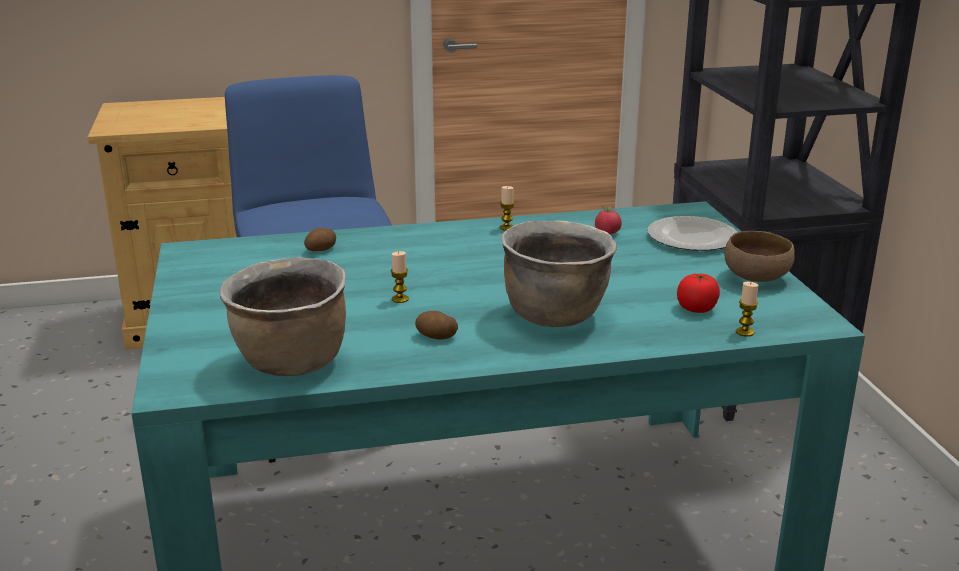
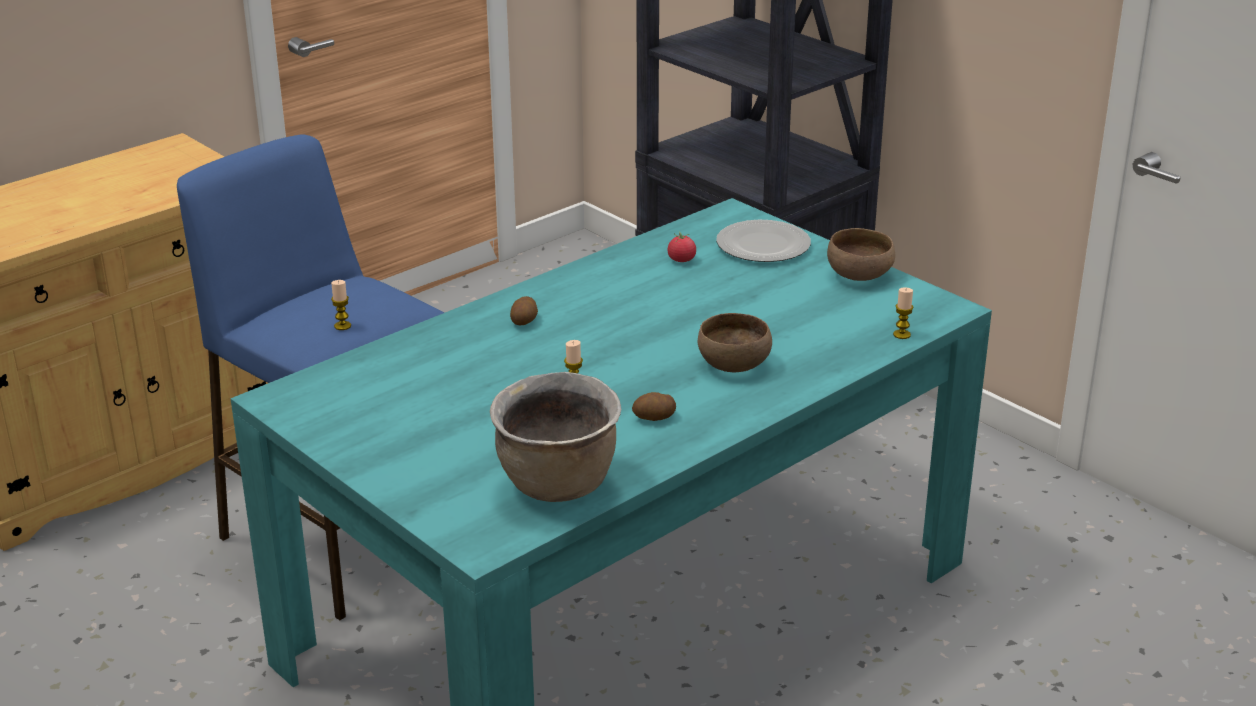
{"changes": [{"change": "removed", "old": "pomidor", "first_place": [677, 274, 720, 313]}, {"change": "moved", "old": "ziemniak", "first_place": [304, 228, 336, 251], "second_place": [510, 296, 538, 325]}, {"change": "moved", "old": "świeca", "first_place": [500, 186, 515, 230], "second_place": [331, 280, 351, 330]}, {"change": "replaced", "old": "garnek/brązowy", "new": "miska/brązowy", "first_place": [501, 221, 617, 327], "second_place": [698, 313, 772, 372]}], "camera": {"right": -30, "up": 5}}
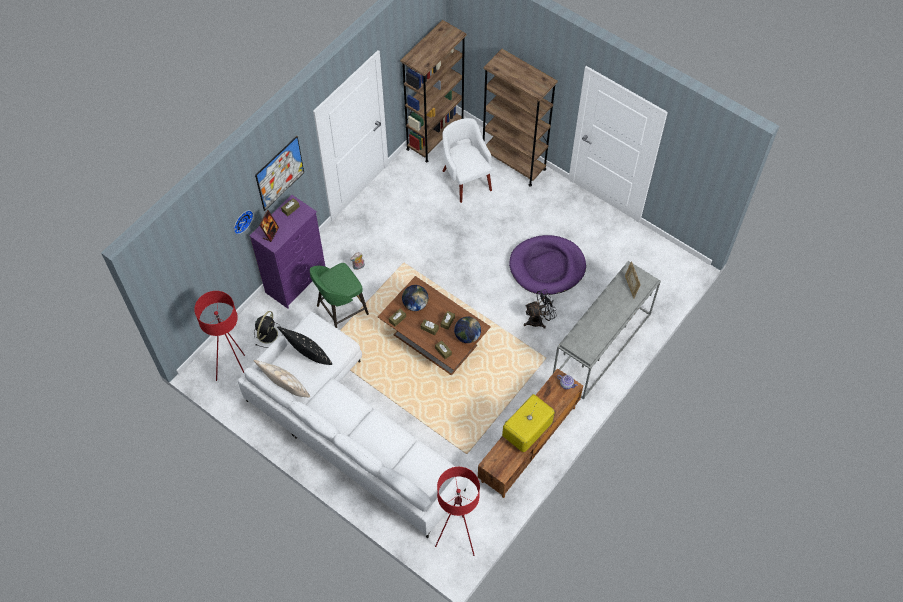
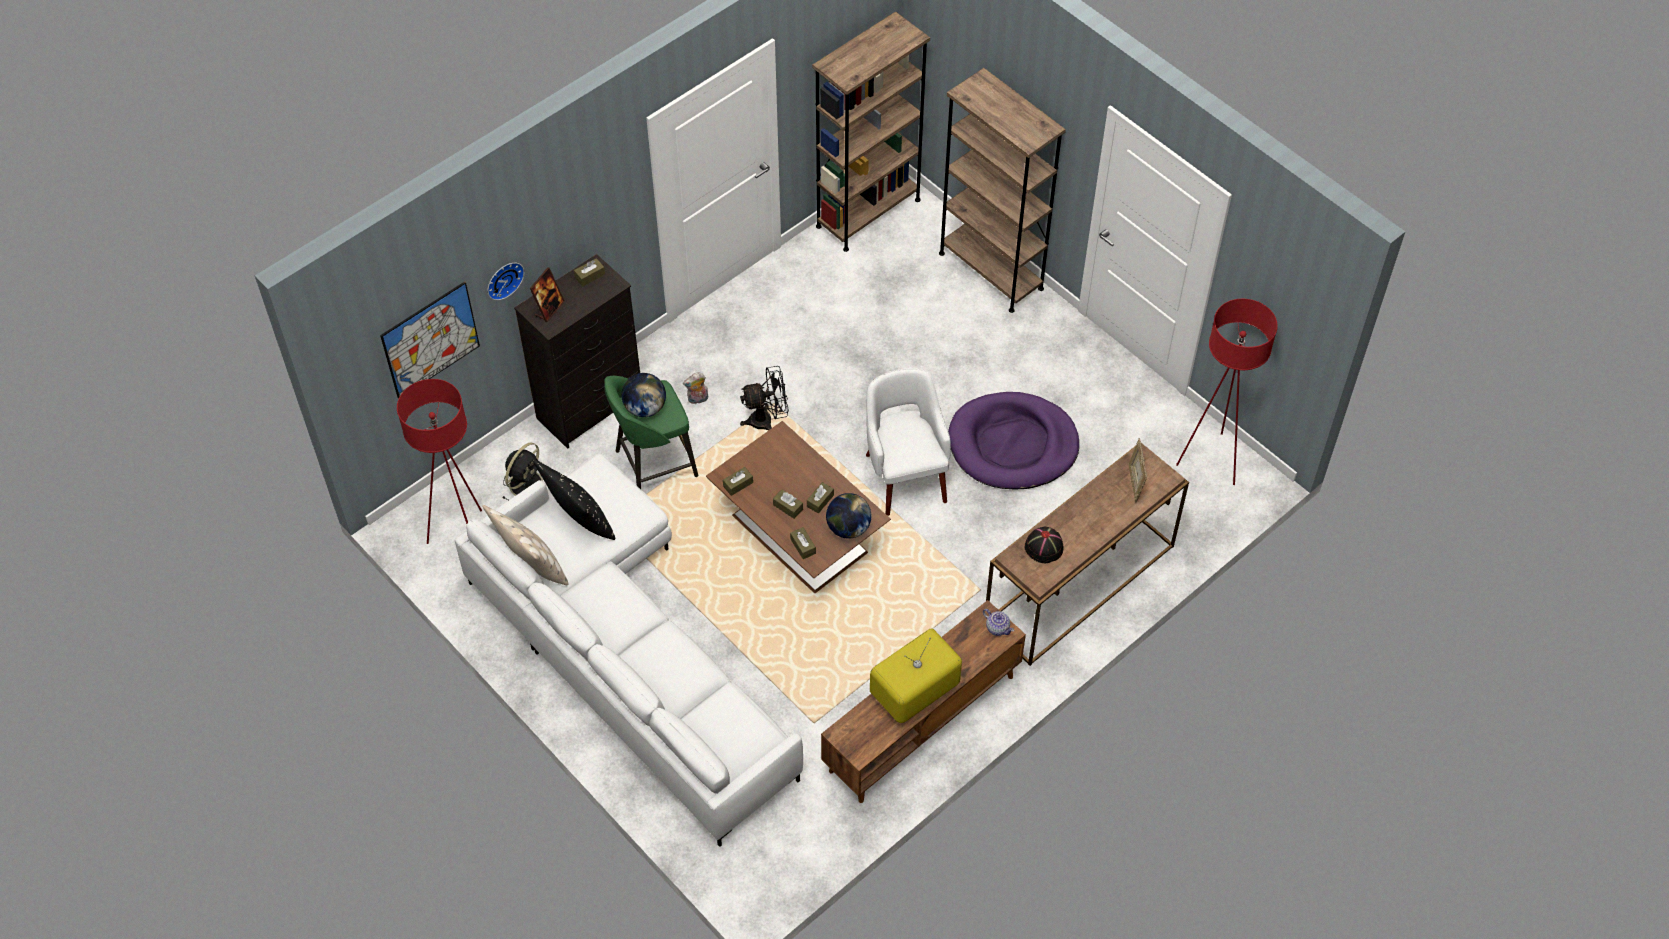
{"changes": [{"change": "added", "new": "kapelusz/czarny", "second_place": [1025, 527, 1064, 563]}, {"change": "moved", "old": "obraz", "first_place": [255, 136, 304, 211], "second_place": [380, 281, 480, 399]}, {"change": "moved", "old": "globus", "first_place": [402, 285, 428, 311], "second_place": [621, 373, 666, 417]}, {"change": "moved", "old": "lampa stojąca/czerwony", "first_place": [435, 467, 480, 556], "second_place": [1176, 299, 1278, 485]}, {"change": "moved", "old": "fotel/biały", "first_place": [442, 118, 492, 203], "second_place": [866, 368, 951, 516]}, {"change": "moved", "old": "wentylator/czarny", "first_place": [524, 289, 557, 329], "second_place": [740, 366, 789, 431]}, {"change": "recoloured", "old": "komoda/fioletowy", "new": "komoda/czarny", "first_place": [250, 195, 325, 309], "second_place": [514, 254, 640, 449]}, {"change": "recoloured", "old": "stolik konsolowy/szary", "new": "stolik konsolowy/brązowy", "first_place": [553, 261, 661, 400], "second_place": [986, 443, 1189, 666]}], "camera": {"right": 10, "up": -5}}
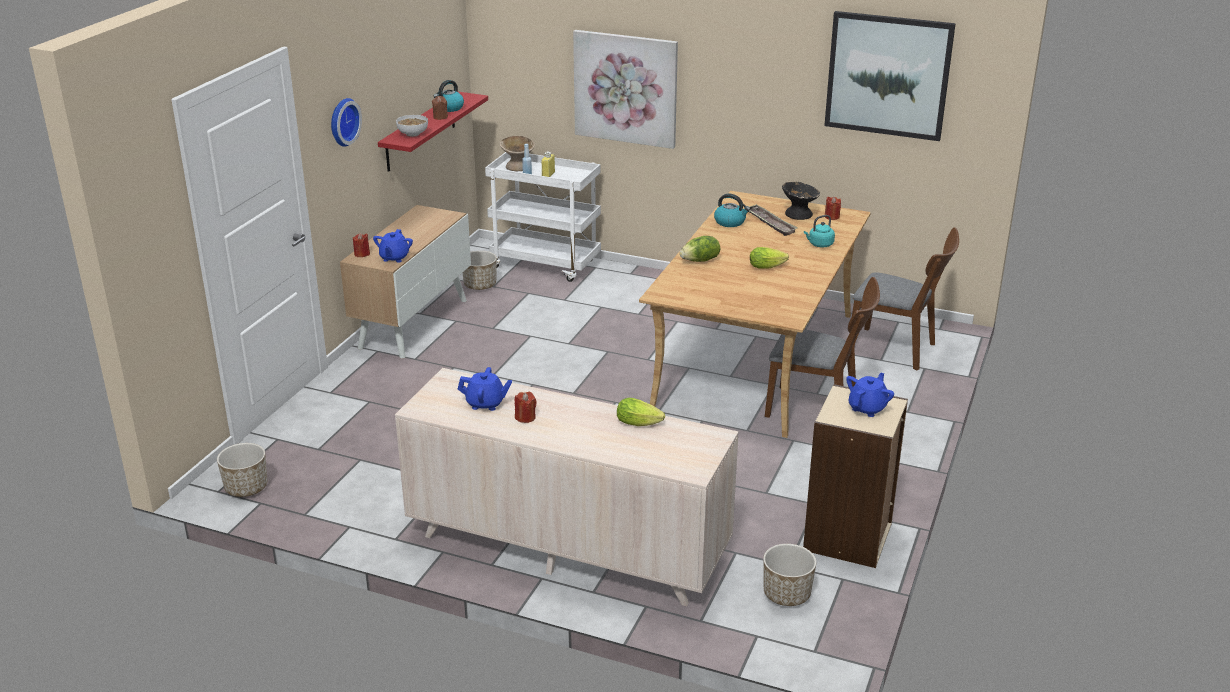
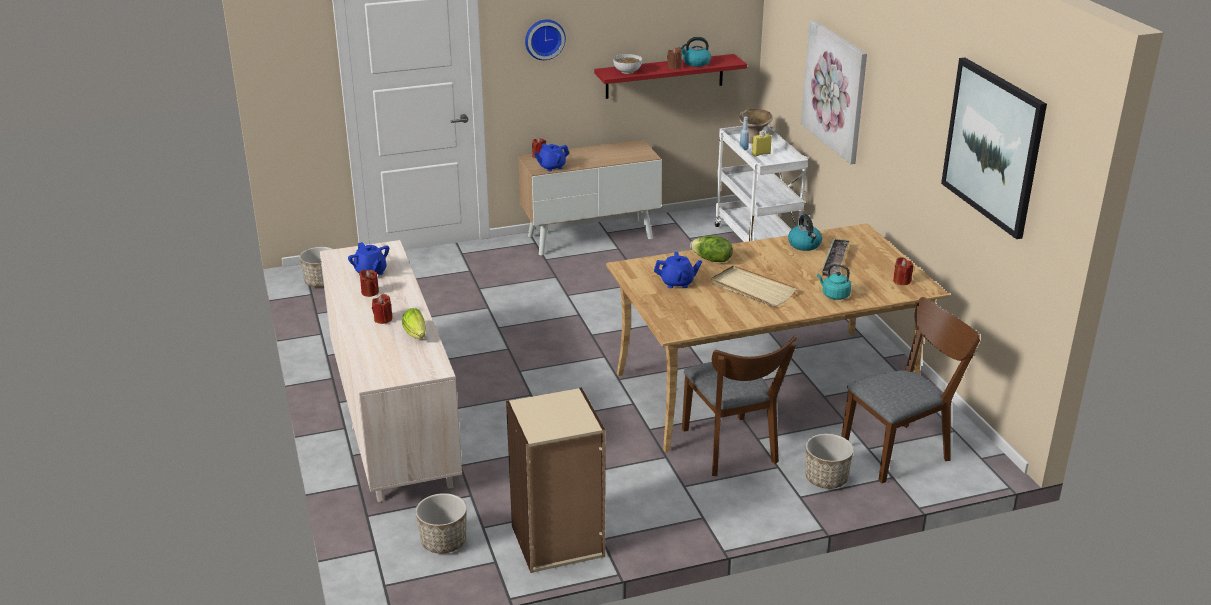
{"changes": [{"change": "removed", "old": "miska/czarny", "first_place": [782, 182, 820, 220]}, {"change": "added", "new": "świeca/czerwony", "second_place": [372, 294, 392, 324]}, {"change": "moved", "old": "donica", "first_place": [463, 251, 497, 290], "second_place": [805, 434, 854, 489]}, {"change": "moved", "old": "imbryk/niebieski", "first_place": [846, 373, 894, 417], "second_place": [654, 252, 702, 288]}, {"change": "replaced", "old": "sałata", "new": "taca/beżowy", "first_place": [750, 247, 789, 269], "second_place": [710, 265, 797, 307]}, {"change": "turned", "old": "krzesło/brązowy", "first_place": [852, 227, 959, 371], "second_place": [841, 297, 980, 483], "degrees": -105}], "camera": {"right": 50, "up": 0}}
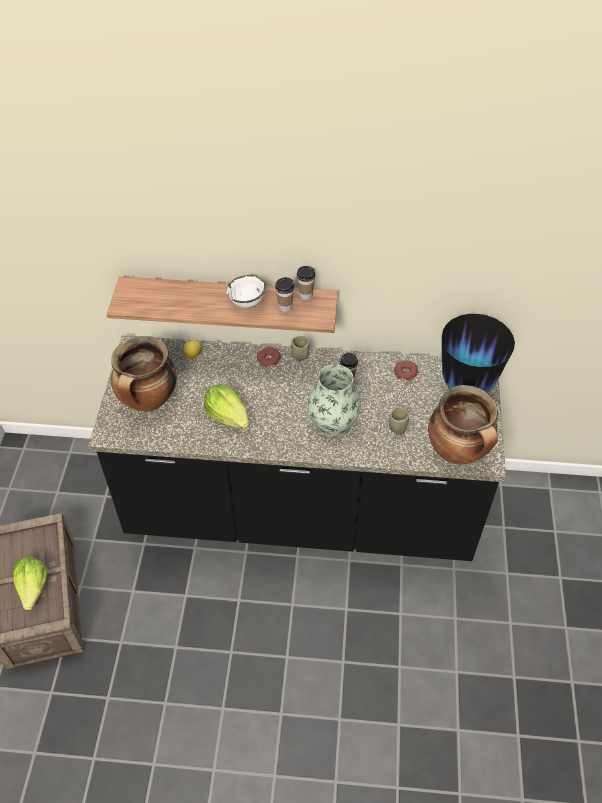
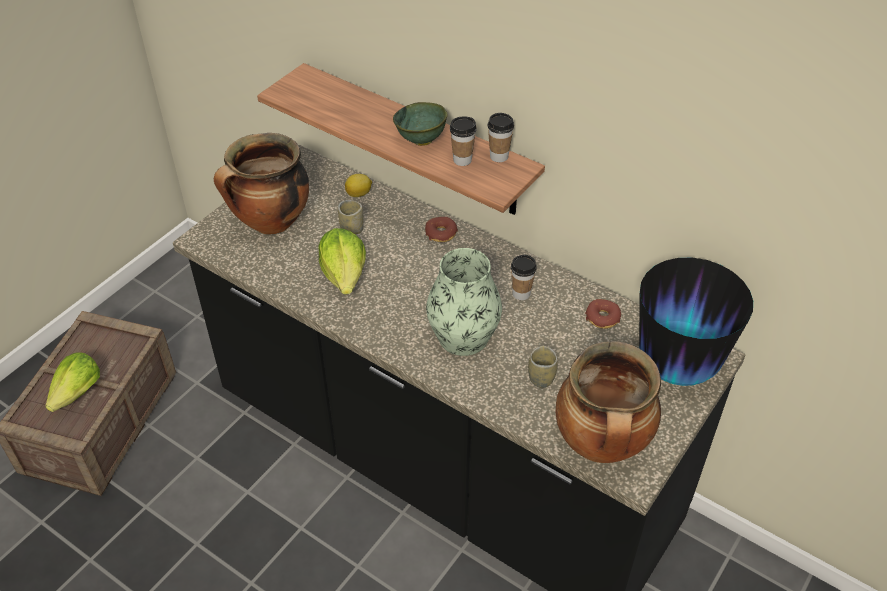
{"changes": [{"change": "moved", "old": "filiżanka", "first_place": [291, 336, 310, 361], "second_place": [338, 200, 364, 235]}, {"change": "recoloured", "old": "miska/biały", "new": "miska/zielony", "first_place": [226, 275, 266, 308], "second_place": [393, 102, 447, 146]}], "camera": {"right": 30, "up": -5}}
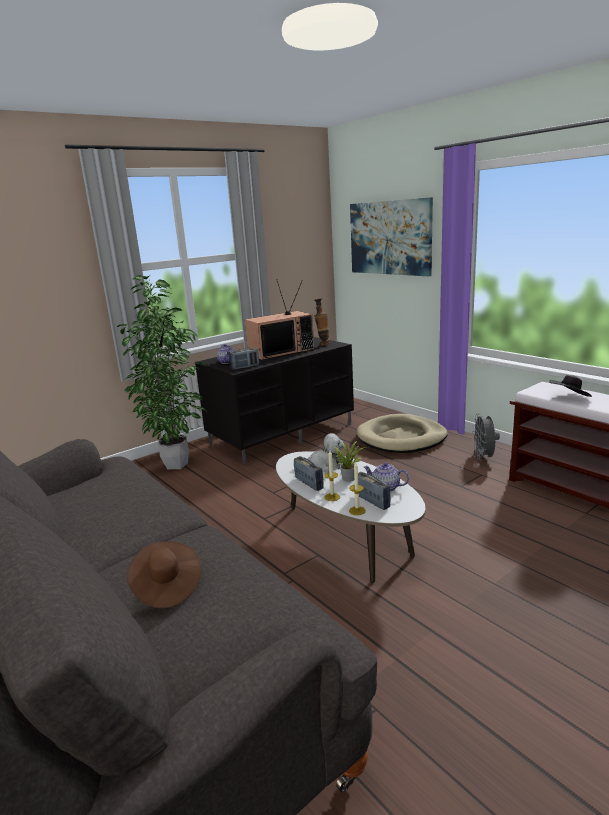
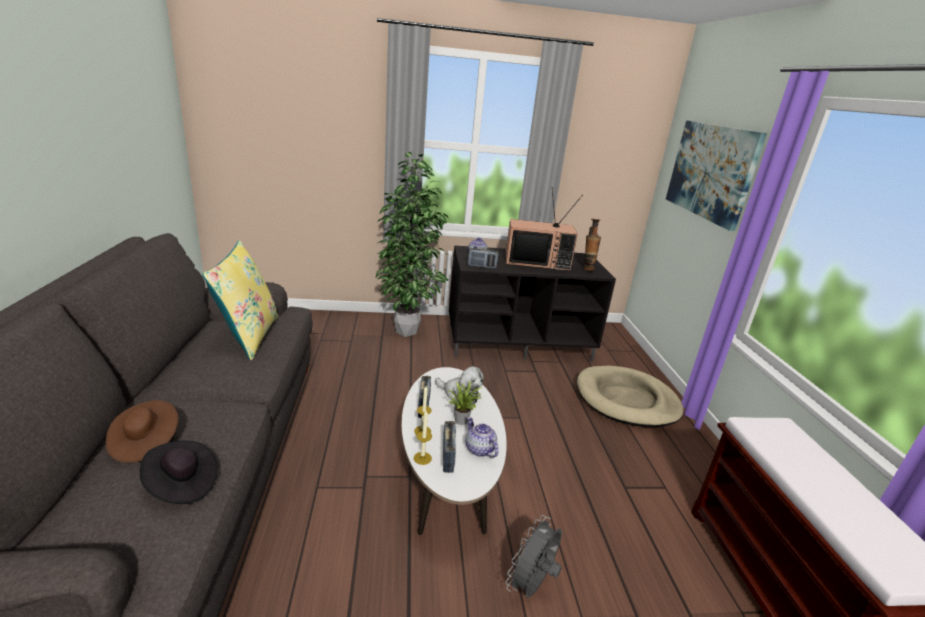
{"changes": [{"change": "added", "new": "poduszka/żółty", "second_place": [202, 240, 278, 361]}, {"change": "moved", "old": "wentylator/szary", "first_place": [472, 414, 500, 460], "second_place": [506, 515, 562, 598]}, {"change": "moved", "old": "kapelusz/czarny", "first_place": [549, 375, 592, 397], "second_place": [140, 441, 218, 504]}], "camera": {"right": 30, "up": 5}}
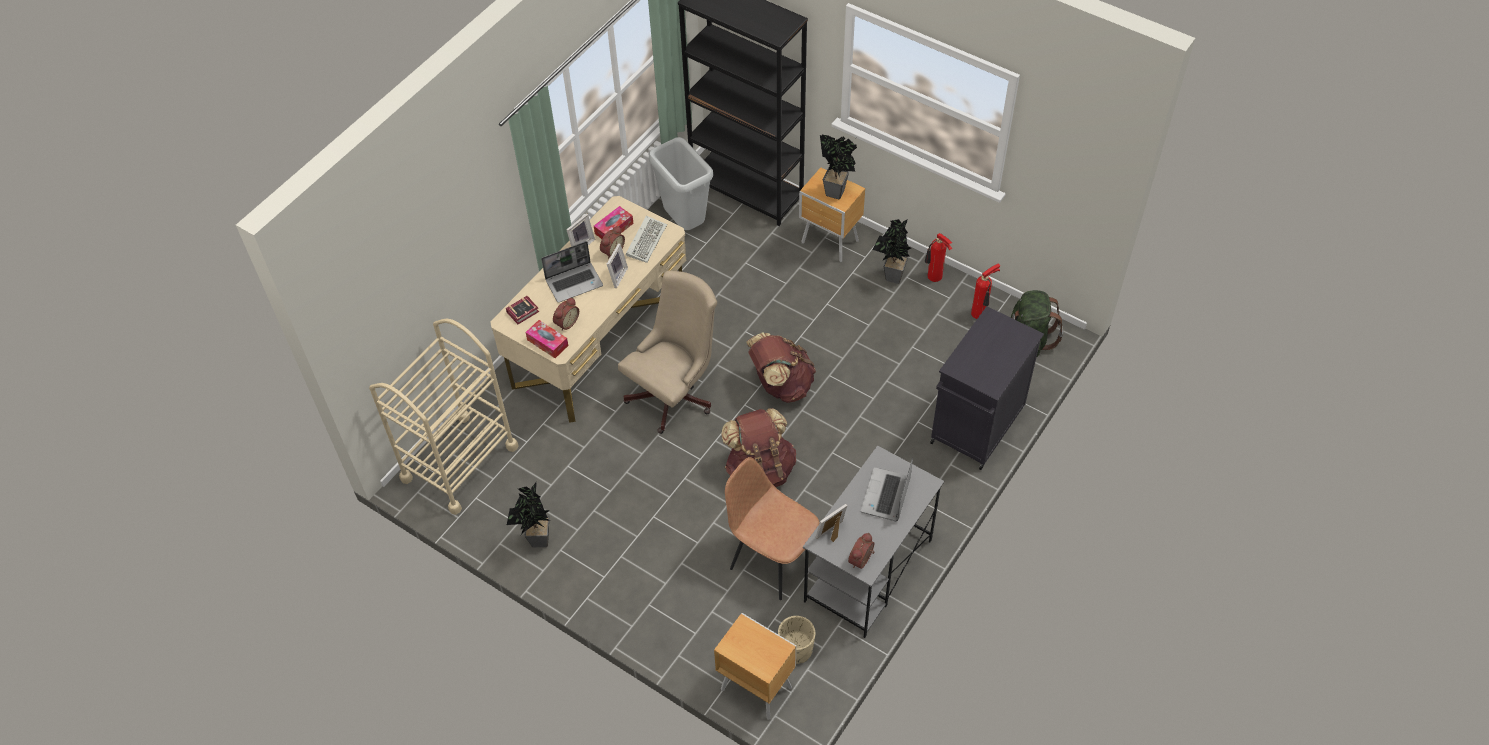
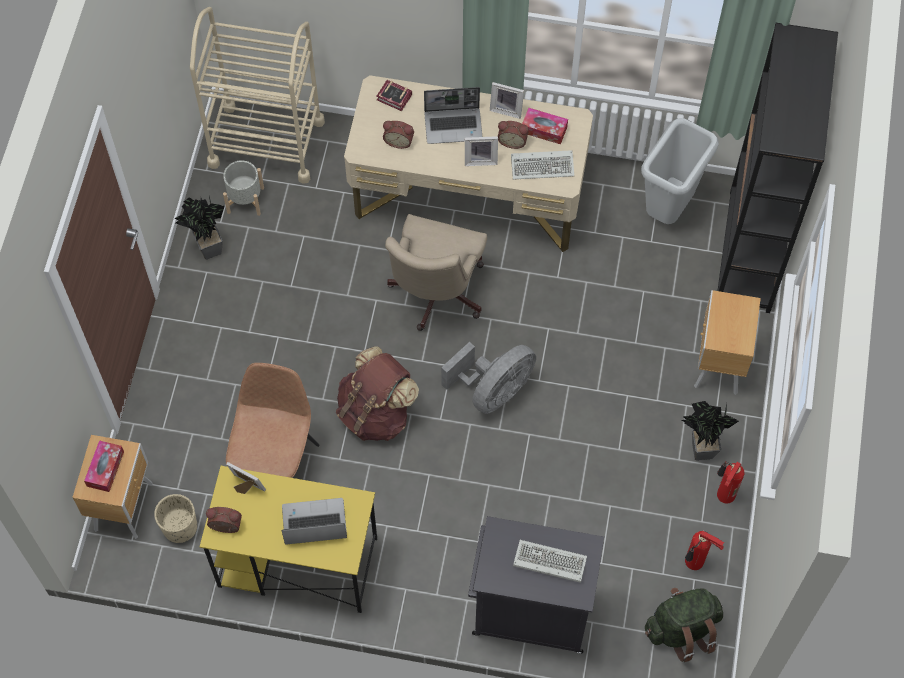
{"changes": [{"change": "removed", "old": "roślina doniczkowa", "first_place": [820, 135, 857, 199]}, {"change": "added", "new": "donica/szary", "second_place": [223, 160, 264, 216]}, {"change": "added", "new": "klawiatura", "second_place": [513, 540, 587, 583]}, {"change": "moved", "old": "pudełko chusteczek", "first_place": [525, 320, 568, 358], "second_place": [84, 440, 124, 492]}, {"change": "replaced", "old": "plecak/brązowy", "new": "wentylator/szary", "first_place": [746, 332, 816, 403], "second_place": [441, 342, 536, 414]}, {"change": "recoloured", "old": "biurko/szary", "new": "biurko/żółty", "first_place": [803, 445, 944, 638], "second_place": [200, 466, 377, 613]}, {"change": "turned", "old": "laptop", "first_place": [541, 241, 603, 303], "second_place": [424, 87, 483, 144], "degrees": -45}, {"change": "turned", "old": "krzesło biurowe/beżowy", "first_place": [618, 270, 717, 434], "second_place": [385, 214, 487, 331], "degrees": 90}], "camera": {"right": 65, "up": 10}}
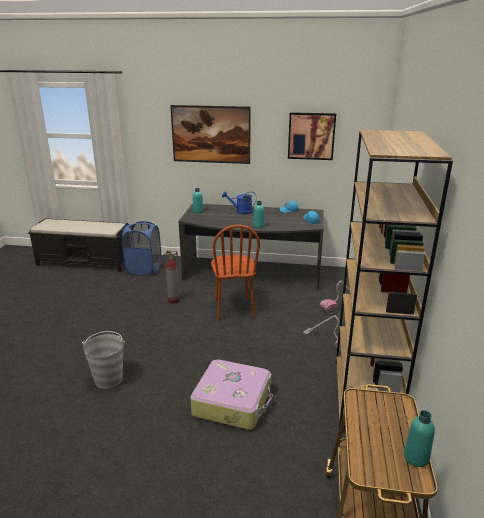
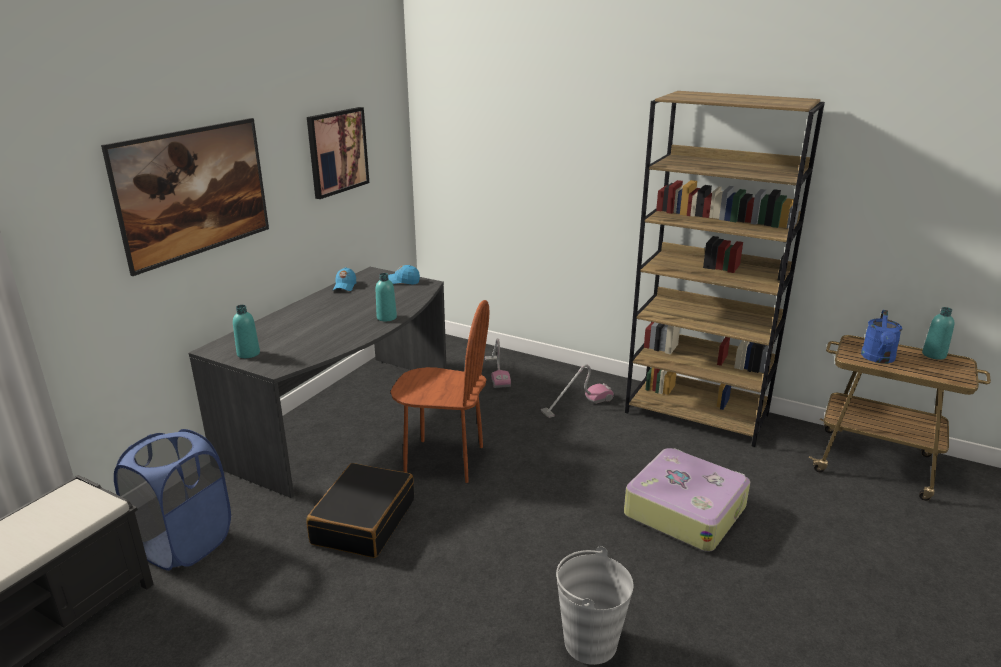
{"changes": [{"change": "moved", "old": "konewka/niebieski", "first_place": [222, 191, 256, 215], "second_place": [861, 310, 902, 363]}, {"change": "replaced", "old": "gaśnica", "new": "walizka/czarny", "first_place": [163, 250, 180, 304], "second_place": [307, 463, 414, 558]}], "camera": {"right": -70, "up": 0}}
